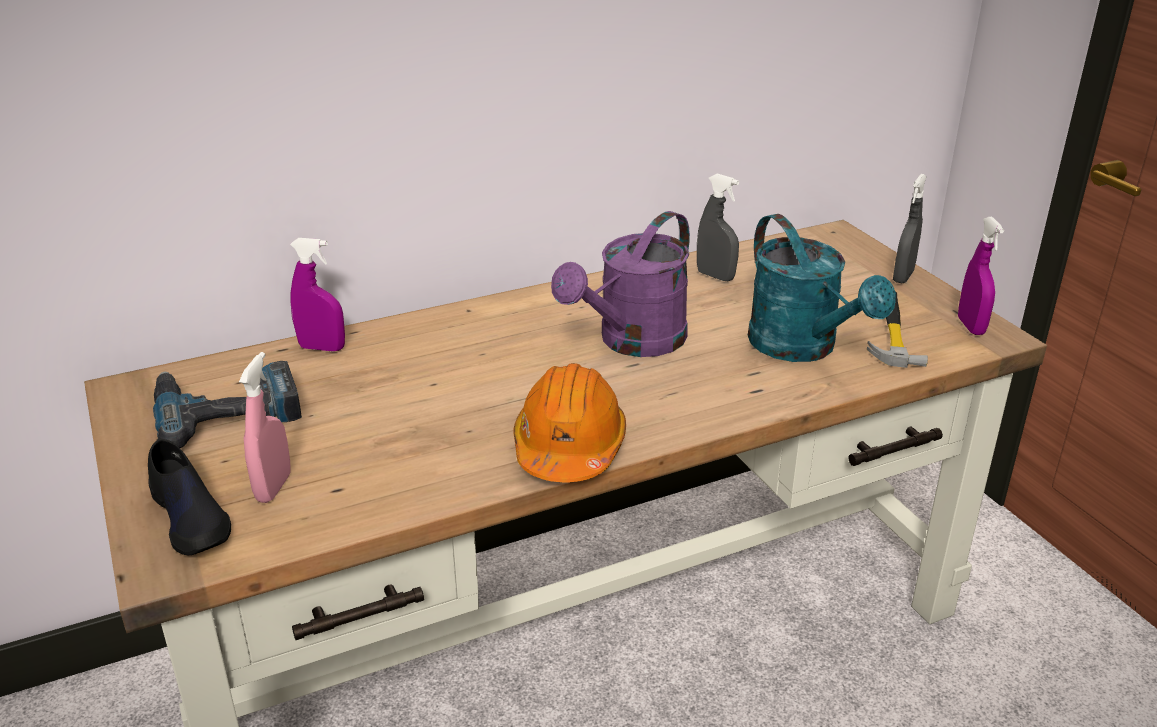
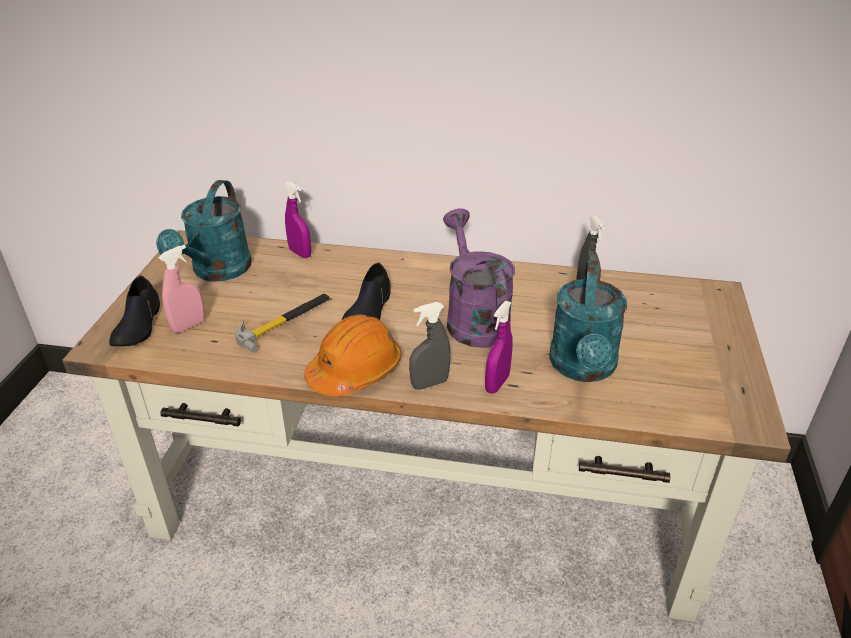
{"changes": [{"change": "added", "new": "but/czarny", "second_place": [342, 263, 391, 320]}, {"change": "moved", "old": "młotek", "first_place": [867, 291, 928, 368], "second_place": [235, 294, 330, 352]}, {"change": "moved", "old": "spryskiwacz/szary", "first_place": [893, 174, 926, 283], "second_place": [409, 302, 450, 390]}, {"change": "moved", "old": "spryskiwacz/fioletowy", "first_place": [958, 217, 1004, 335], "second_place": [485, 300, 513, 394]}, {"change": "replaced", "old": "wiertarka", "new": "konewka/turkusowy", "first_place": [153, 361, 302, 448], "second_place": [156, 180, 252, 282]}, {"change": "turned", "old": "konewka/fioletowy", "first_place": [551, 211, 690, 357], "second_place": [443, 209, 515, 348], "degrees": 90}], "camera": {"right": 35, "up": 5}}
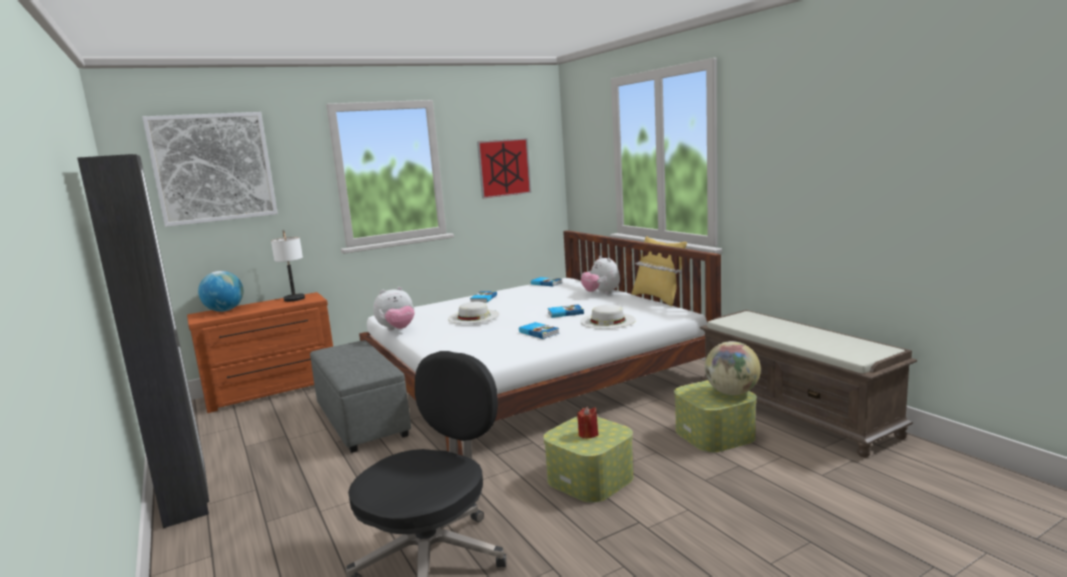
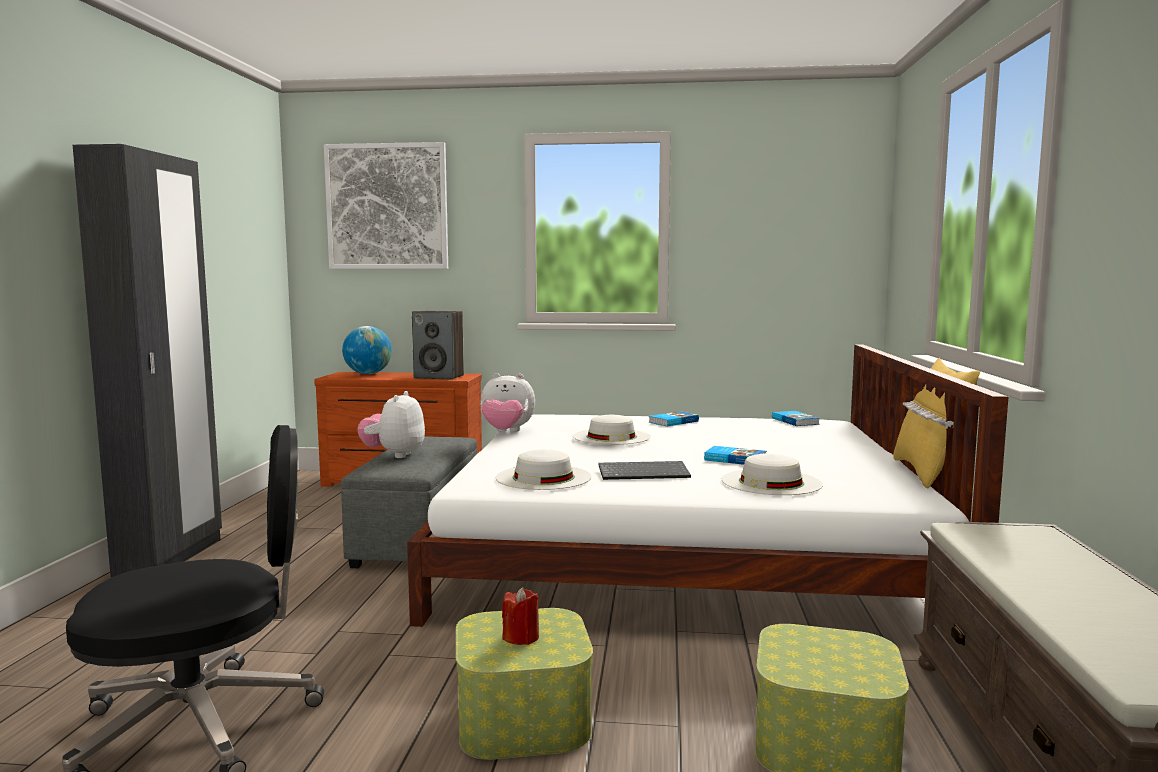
{"changes": [{"change": "removed", "old": "obraz", "first_place": [477, 138, 532, 199]}, {"change": "removed", "old": "globus", "first_place": [705, 341, 761, 395]}, {"change": "added", "new": "kapelusz/biały", "second_place": [496, 449, 592, 490]}, {"change": "moved", "old": "pluszak", "first_place": [581, 256, 620, 294], "second_place": [357, 391, 425, 458]}, {"change": "replaced", "old": "lampa stołowa", "new": "głośnik", "first_place": [271, 230, 305, 302], "second_place": [412, 311, 464, 380]}, {"change": "replaced", "old": "książka", "new": "klawiatura", "first_place": [519, 322, 559, 339], "second_place": [599, 461, 691, 480]}], "camera": {"right": 35, "up": -5}}
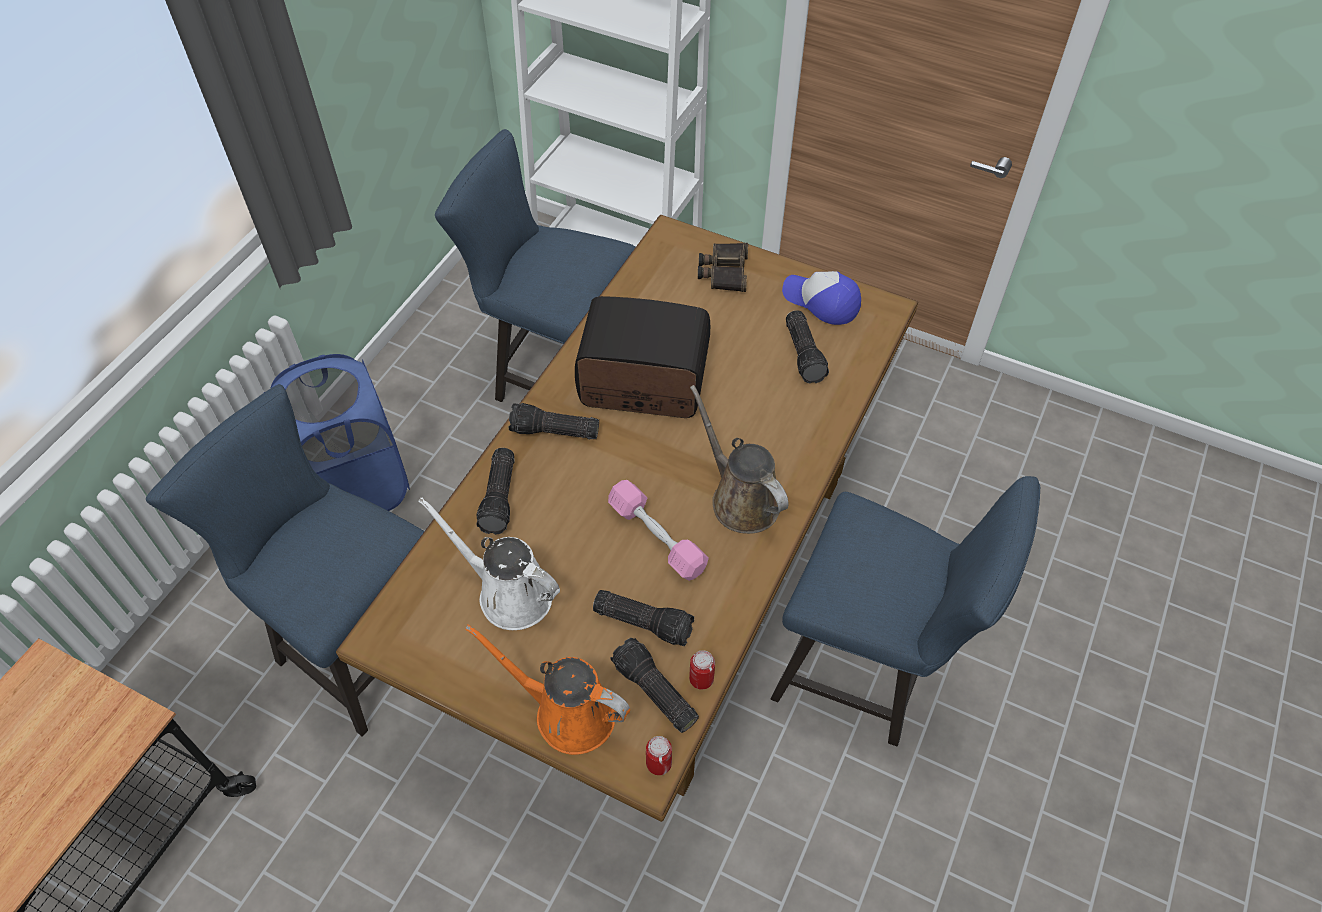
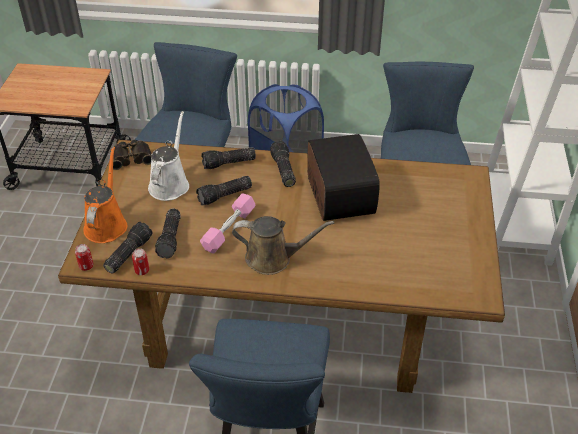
{"changes": [{"change": "removed", "old": "czapka z daszkiem", "first_place": [782, 271, 861, 325]}, {"change": "moved", "old": "lornetka", "first_place": [698, 243, 748, 292], "second_place": [110, 140, 152, 170]}, {"change": "moved", "old": "latarka", "first_place": [786, 310, 829, 383], "second_place": [196, 176, 252, 205]}, {"change": "turned", "old": "konewka/brązowy", "first_place": [690, 385, 788, 534], "second_place": [232, 216, 334, 275], "degrees": 60}], "camera": {"right": 70, "up": -10}}
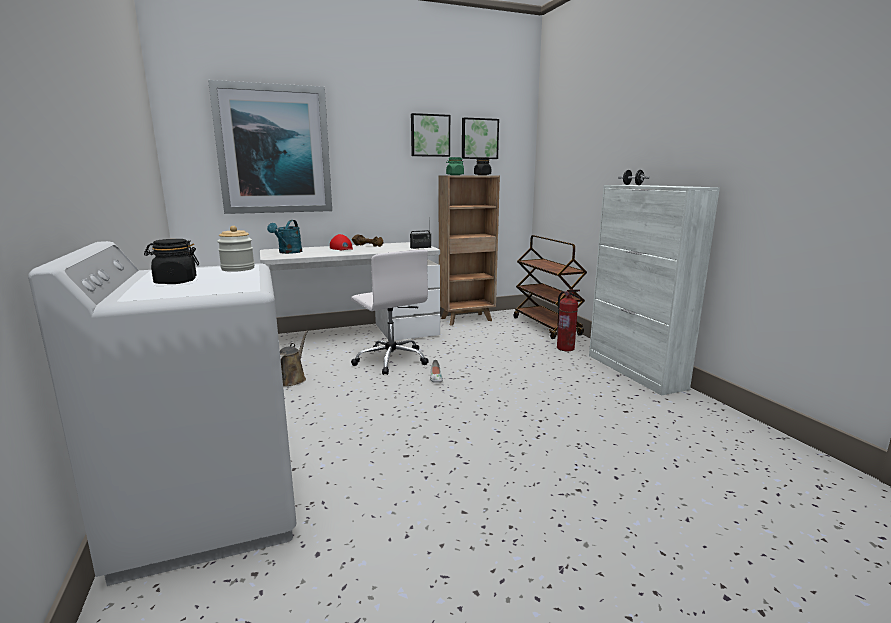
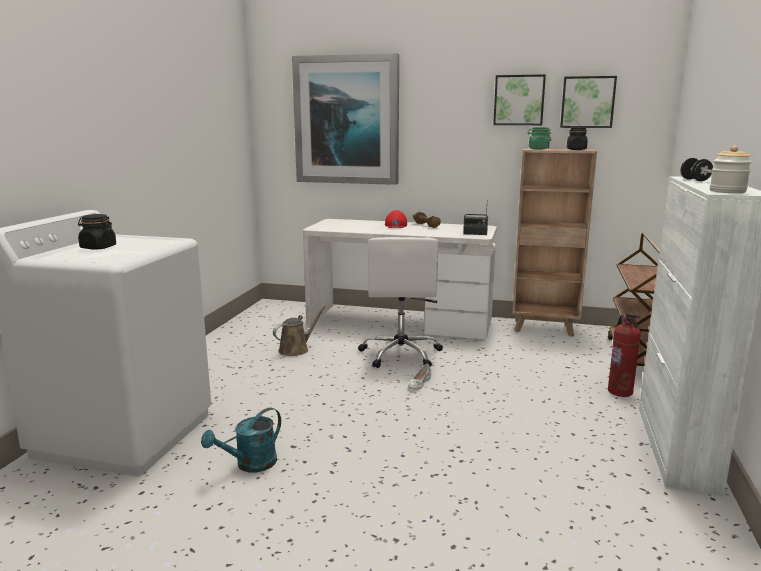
{"changes": [{"change": "moved", "old": "słoik", "first_place": [217, 226, 255, 272], "second_place": [710, 146, 752, 193]}, {"change": "moved", "old": "konewka/turkusowy", "first_place": [267, 220, 302, 254], "second_place": [201, 407, 281, 472]}], "camera": {"right": 35, "up": 0}}
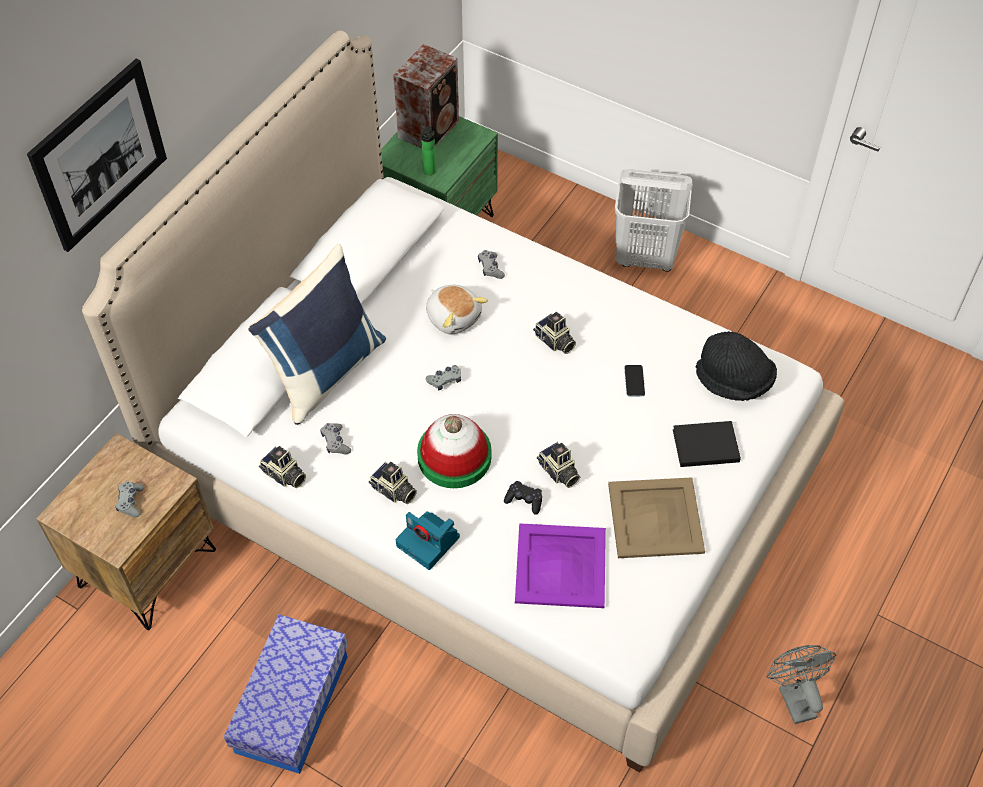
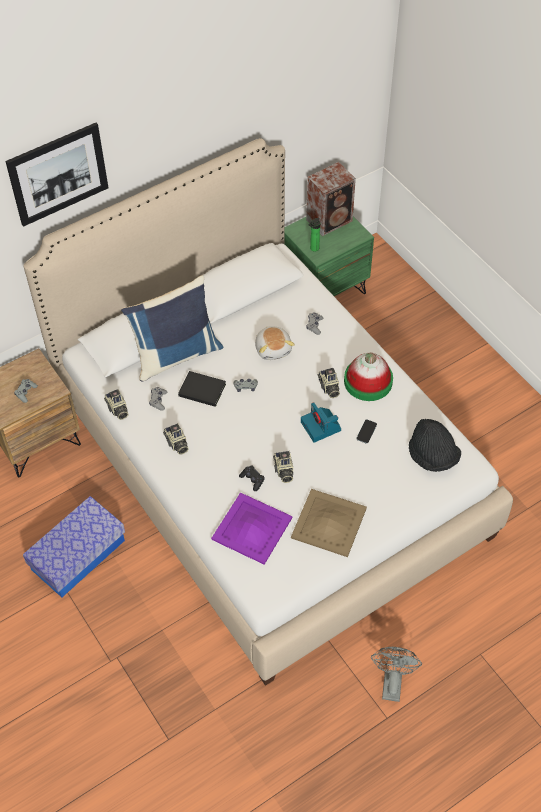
{"changes": [{"change": "removed", "old": "kosz na pranie/biały", "first_place": [615, 169, 692, 272]}, {"change": "moved", "old": "aparat fotograficzny", "first_place": [396, 511, 460, 570], "second_place": [301, 402, 341, 443]}, {"change": "moved", "old": "kapelusz", "first_place": [417, 414, 492, 488], "second_place": [344, 353, 393, 401]}, {"change": "moved", "old": "książka/czarny", "first_place": [673, 421, 741, 467], "second_place": [178, 371, 226, 407]}], "camera": {"right": 25, "up": 0}}
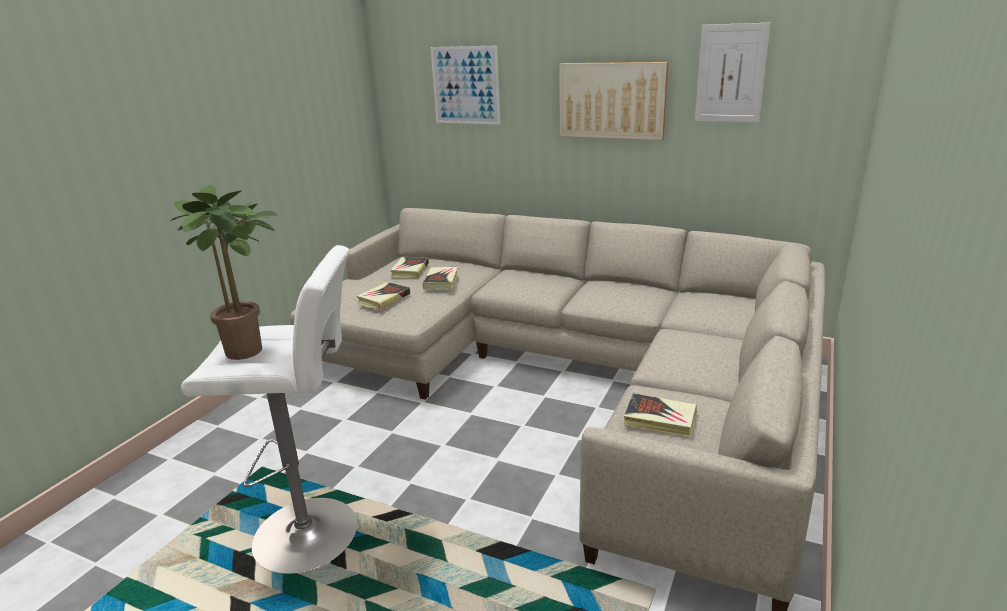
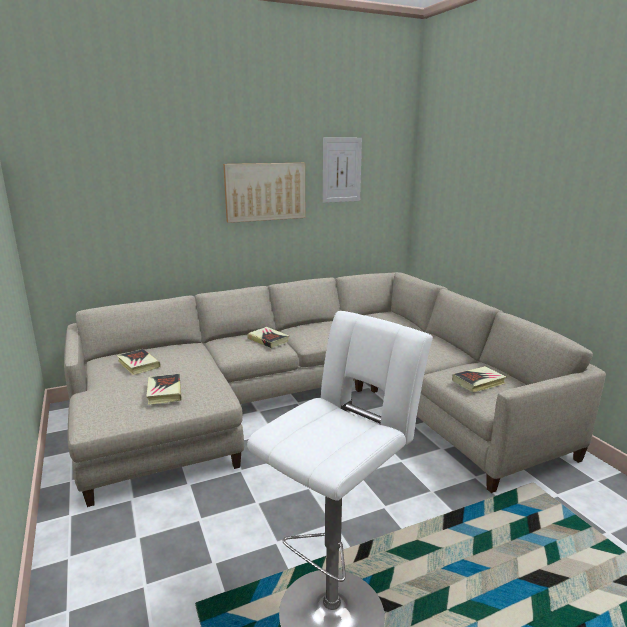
{"changes": [{"change": "removed", "old": "roślina doniczkowa", "first_place": [170, 185, 278, 360]}, {"change": "removed", "old": "obraz", "first_place": [430, 46, 500, 125]}, {"change": "moved", "old": "książka", "first_place": [423, 267, 458, 290], "second_place": [248, 327, 289, 348]}], "camera": {"right": -50, "up": -5}}
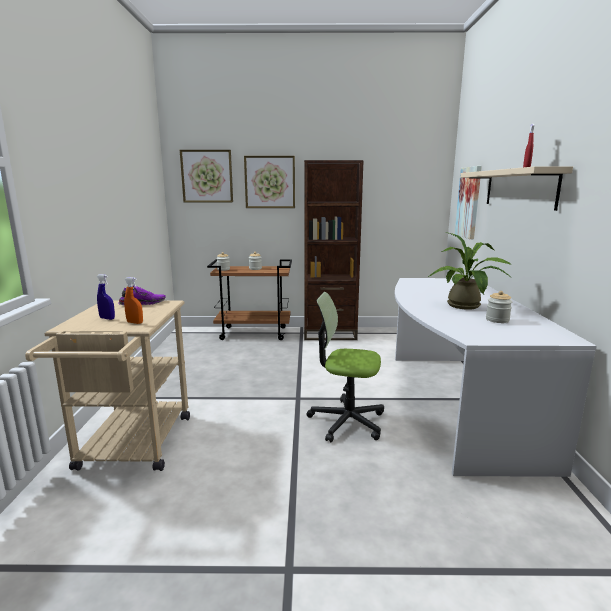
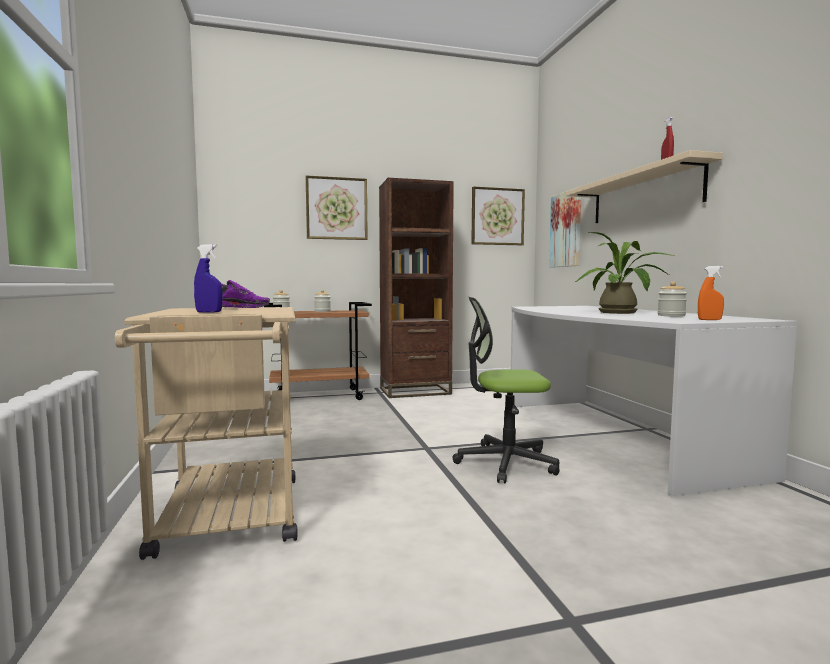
{"changes": [{"change": "moved", "old": "spryskiwacz/pomarańczowy", "first_place": [124, 277, 143, 324], "second_place": [698, 266, 724, 320]}, {"change": "moved", "old": "obraz", "first_place": [180, 150, 233, 202], "second_place": [471, 187, 525, 245]}], "camera": {"right": -15, "up": -10}}
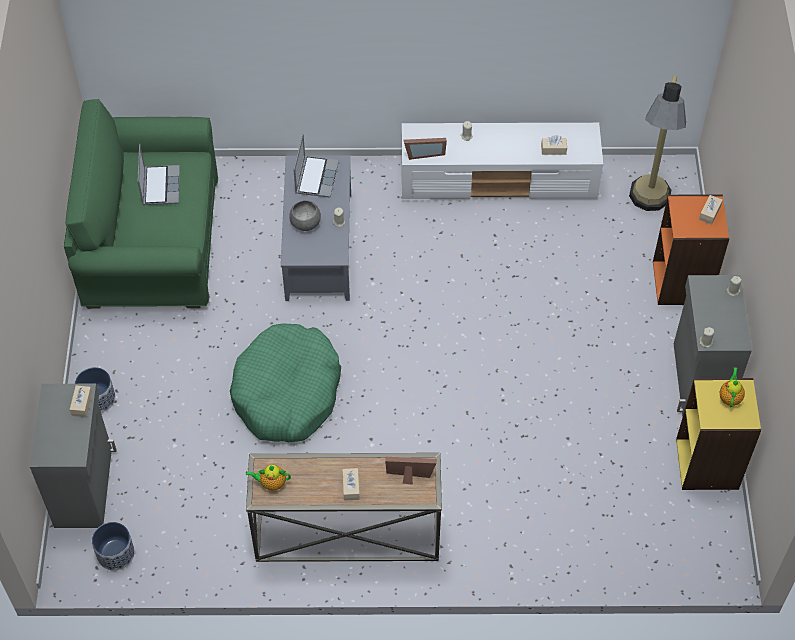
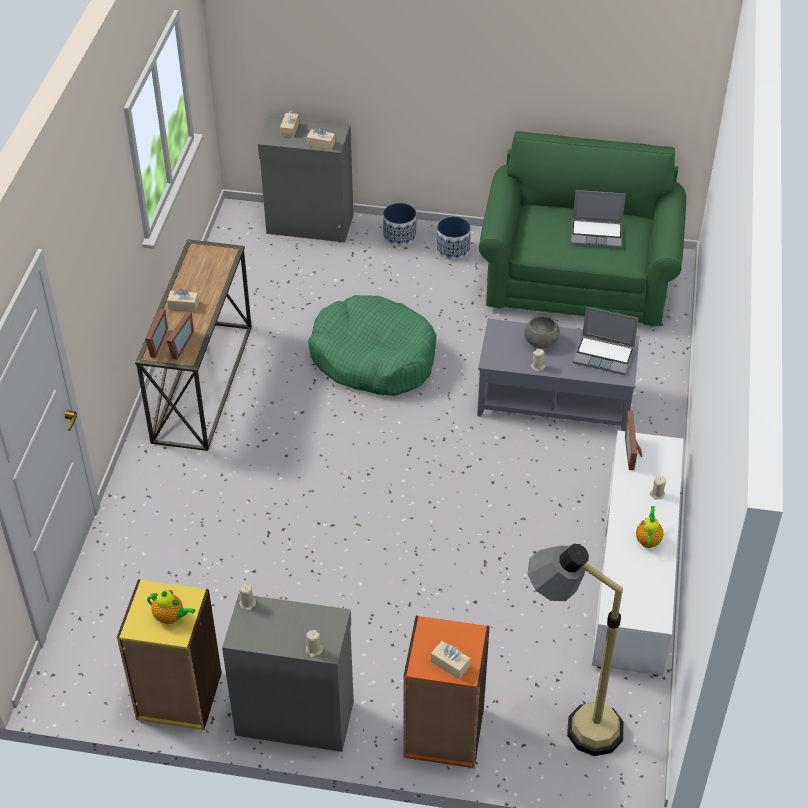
{"changes": [{"change": "added", "new": "ramka na zdjęcie", "second_place": [145, 309, 168, 358]}, {"change": "moved", "old": "donica", "first_place": [92, 522, 135, 571], "second_place": [437, 217, 471, 260]}, {"change": "moved", "old": "imbryk", "first_place": [246, 465, 291, 491], "second_place": [636, 506, 664, 548]}, {"change": "moved", "old": "pudełko chusteczek/beżowy", "first_place": [541, 135, 567, 155], "second_place": [280, 111, 299, 138]}], "camera": {"right": 100, "up": -10}}
